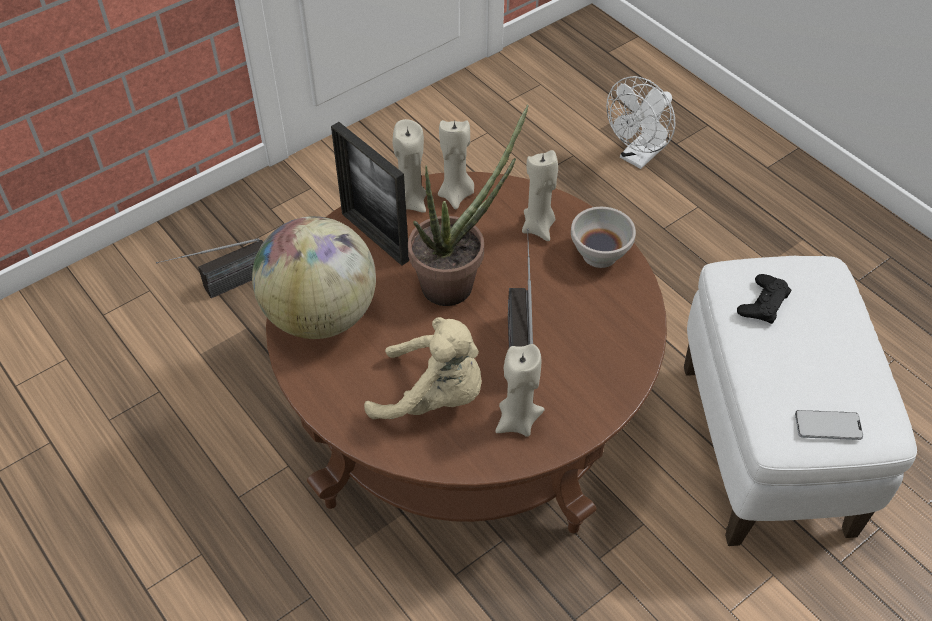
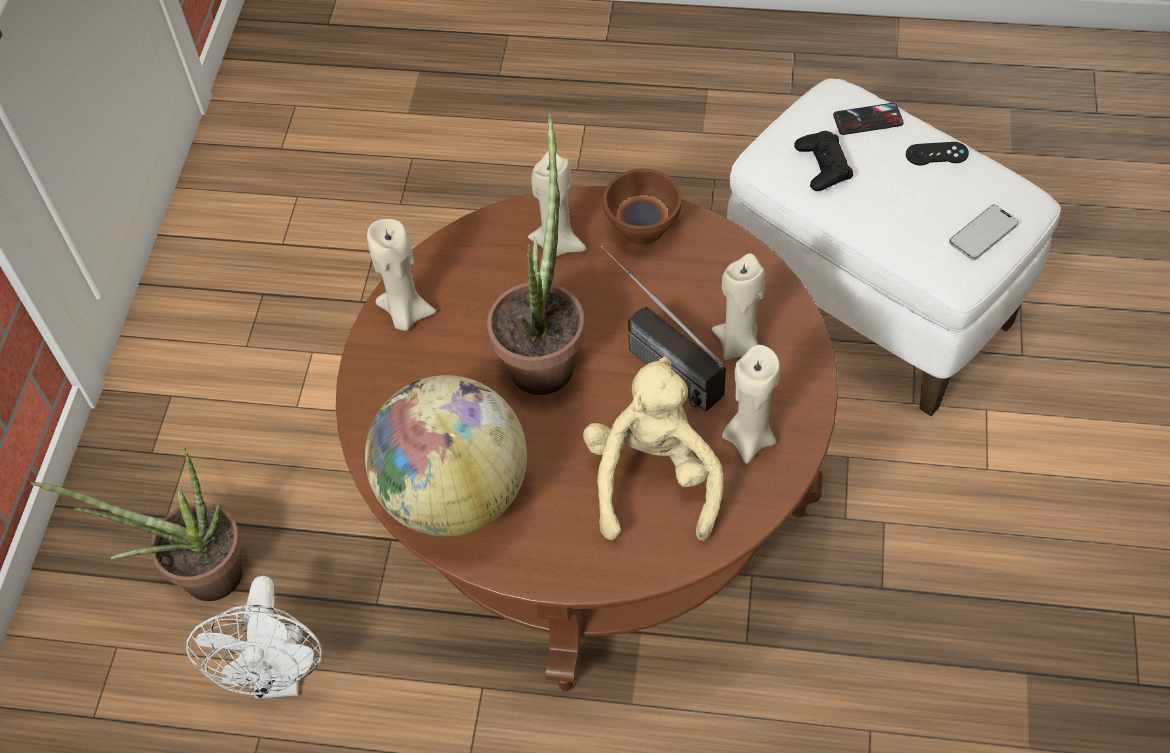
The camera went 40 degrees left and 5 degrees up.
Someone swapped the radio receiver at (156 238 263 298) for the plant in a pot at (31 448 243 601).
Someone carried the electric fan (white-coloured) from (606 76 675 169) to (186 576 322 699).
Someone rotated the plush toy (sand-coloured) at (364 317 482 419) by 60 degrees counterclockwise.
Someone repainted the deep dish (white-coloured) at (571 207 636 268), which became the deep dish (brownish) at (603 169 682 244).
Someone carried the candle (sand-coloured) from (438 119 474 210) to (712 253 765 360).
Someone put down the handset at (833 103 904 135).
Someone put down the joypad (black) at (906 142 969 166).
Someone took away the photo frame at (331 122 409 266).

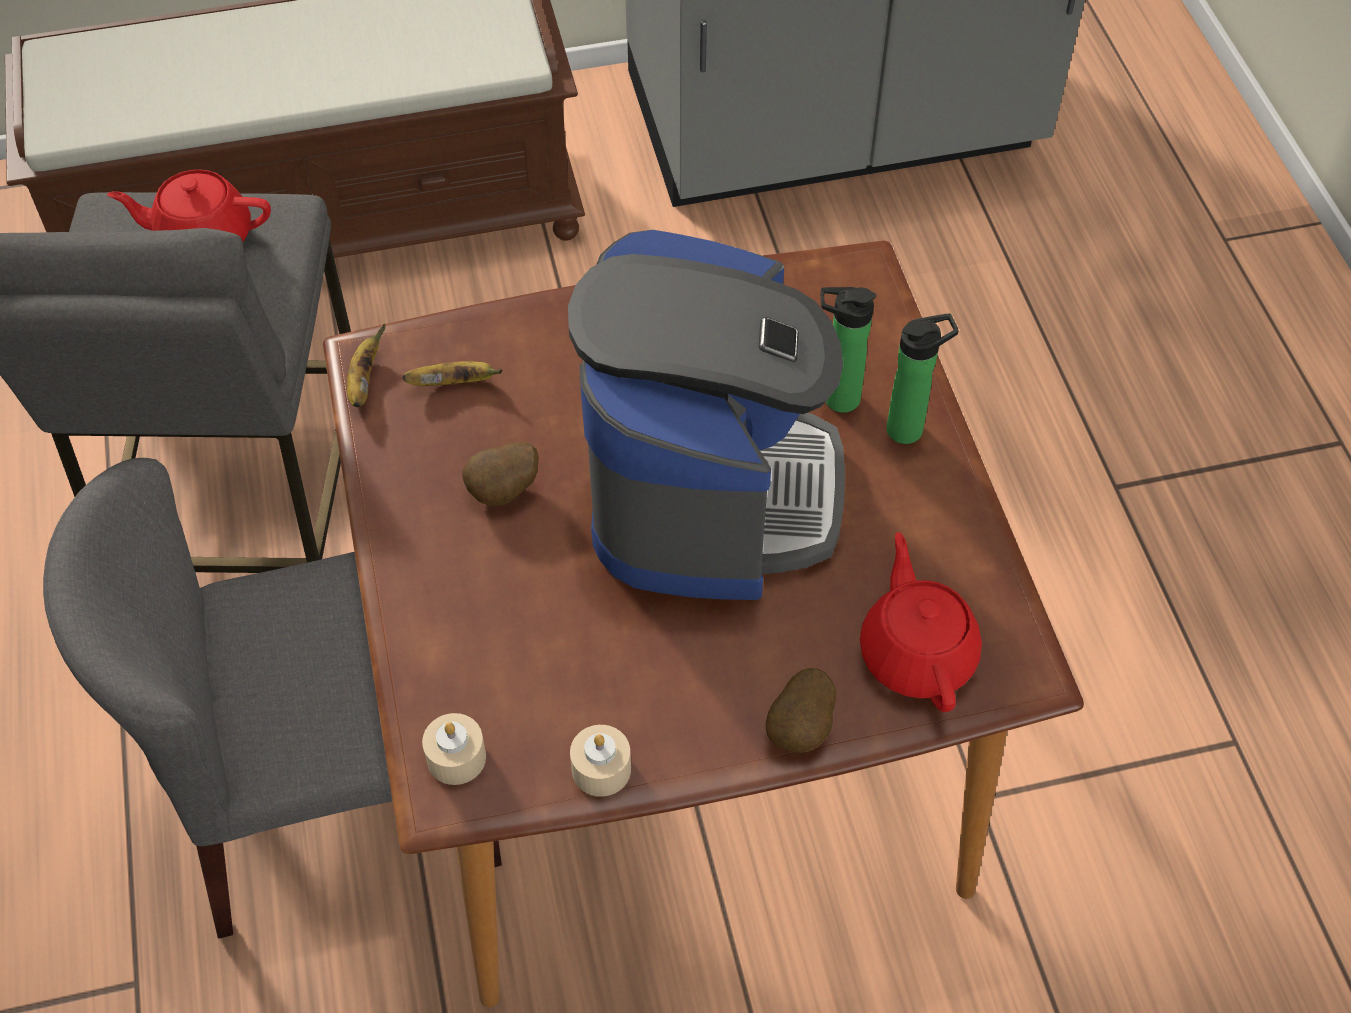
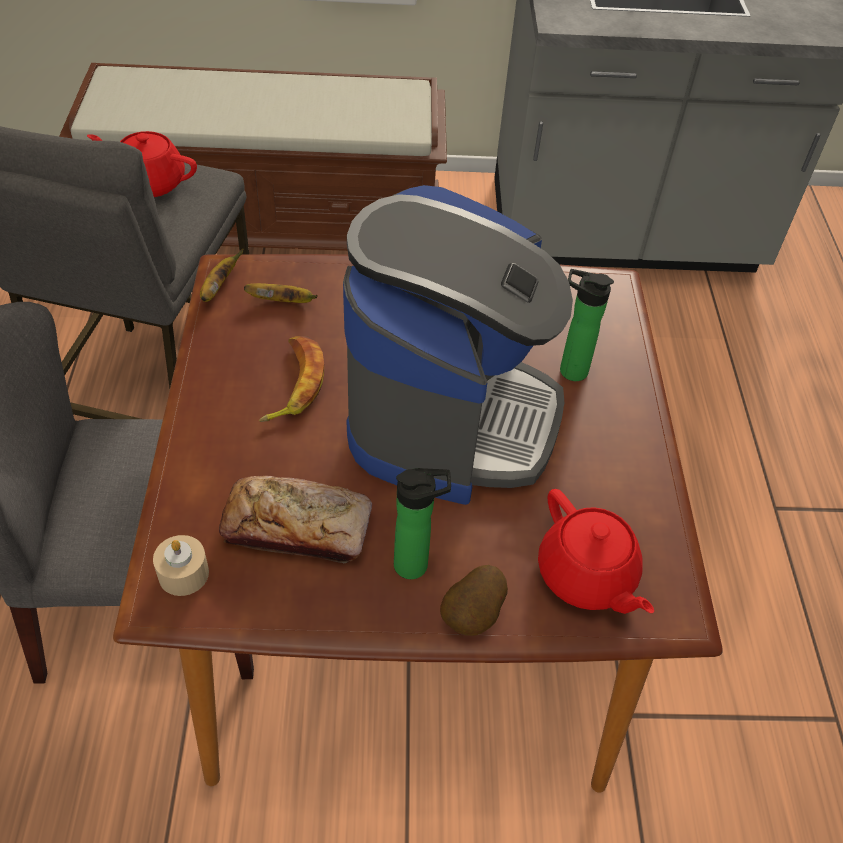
The camera went 10 degrees right and 5 degrees down.
Someone put down the baked bread at (219 476 372 564).
Someone swapped the spud at (462 443 538 506) for the whole banana at (259 336 324 422).
Someone carried the bottle from (886 313 959 444) to (394 468 451 579).
Someone rotated the teapot (red-coloured) at (860 532 982 712) by 150 degrees clockwise.
Someone took away the candle (sand-coloured) at (570 725 631 797).

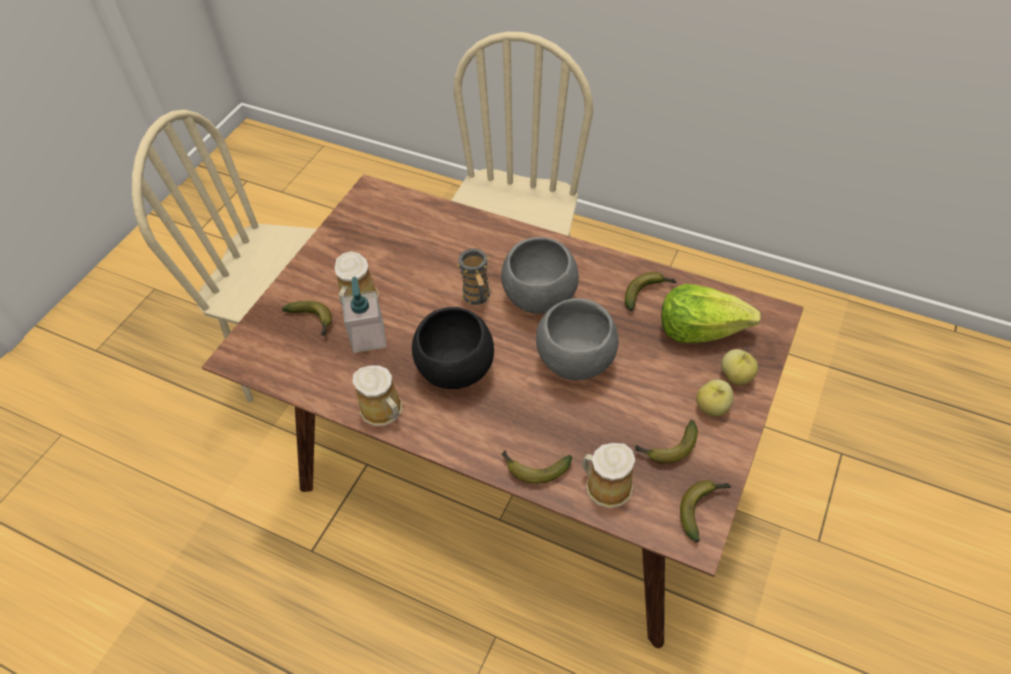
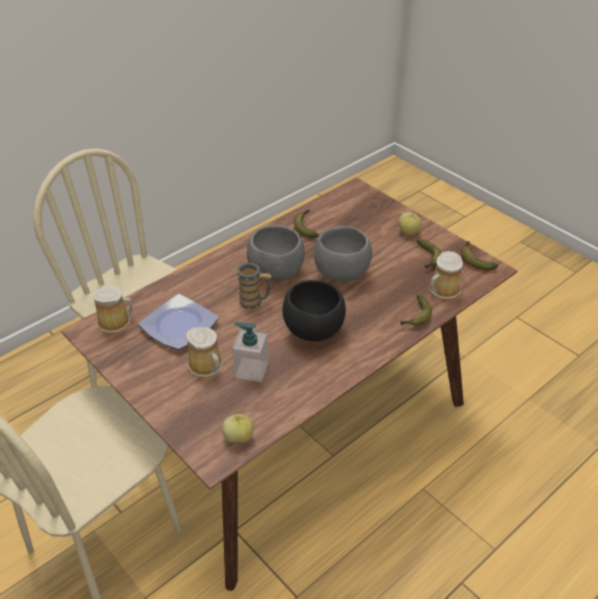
The camera went 70 degrees left and 10 degrees down.
Someone carried the tea mug from (352 365 402 426) to (93 286 133 333).
Someone put down the plate at (138 294 219 350).
Someone carried the apple from (721 349 758 386) to (222 414 254 444).
Someone took away the whole banana at (282 301 332 336).
Someone took away the head of lettuce at (661 284 761 343).

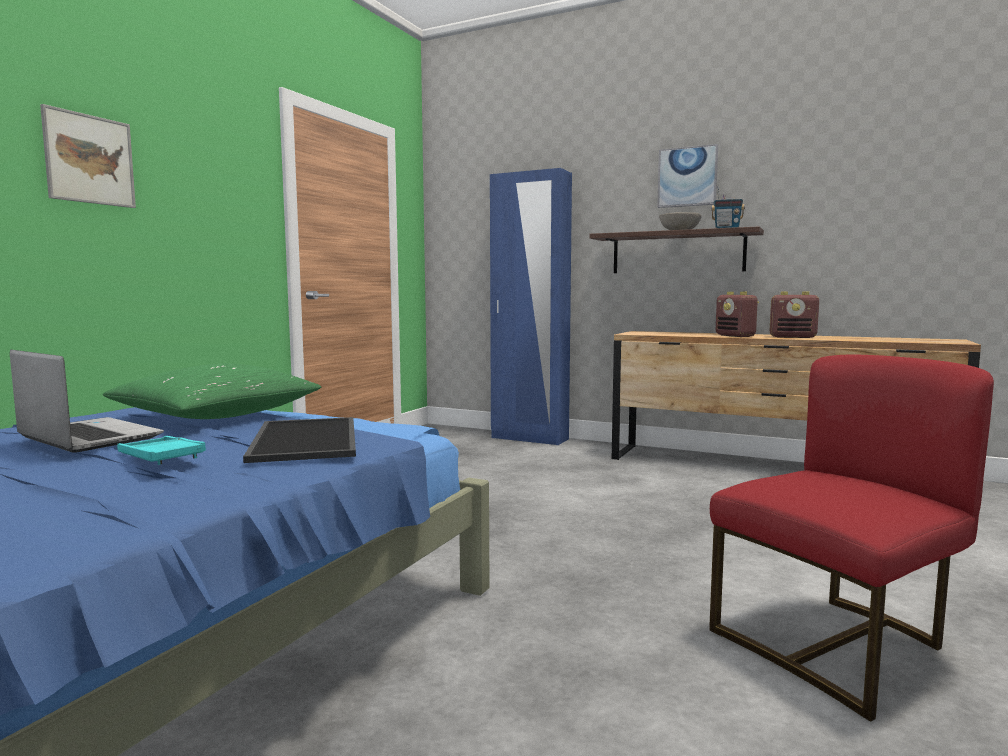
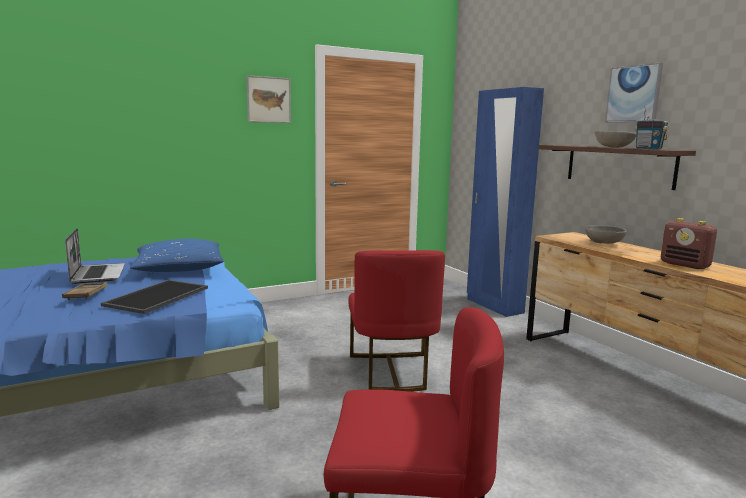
The camera went 35 degrees right and 5 degrees up.
Someone repainted the carrying tray (blue-green) at (117 436 206 465), which became the carrying tray (brownish) at (62 282 108 300).
Someone repainted the throw pillow (green-coloured) at (103 363 321 419), which became the throw pillow (bluish) at (130 239 224 272).
Someone carried the picture from (40 104 136 208) to (247 75 291 123).
Someone put down the plain chair (red-coloured) at (348 250 445 392).
Someone put down the deep dish (grey) at (585 225 627 244).
Someone took away the radio receiver at (716 292 759 337).

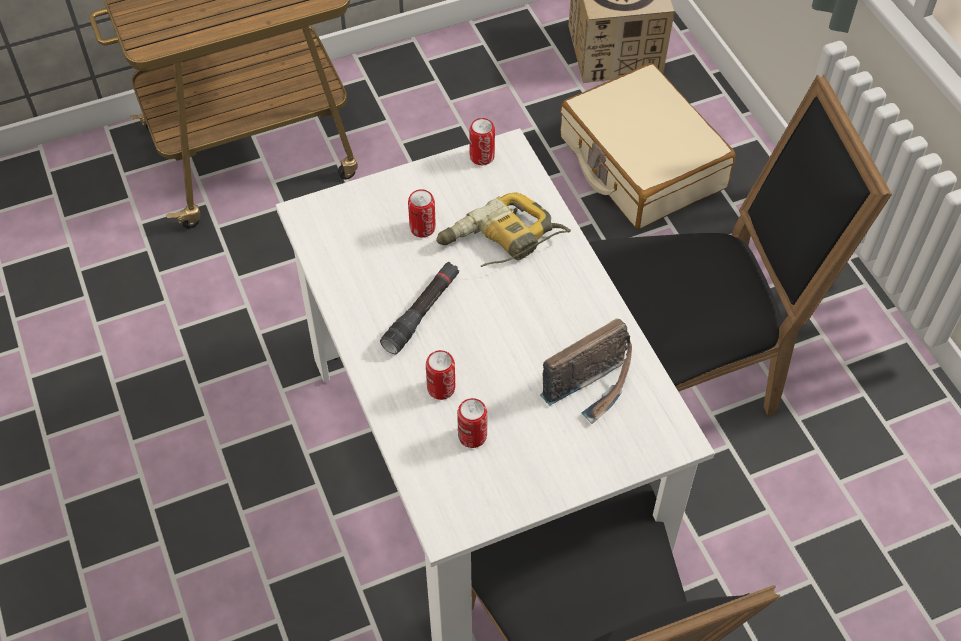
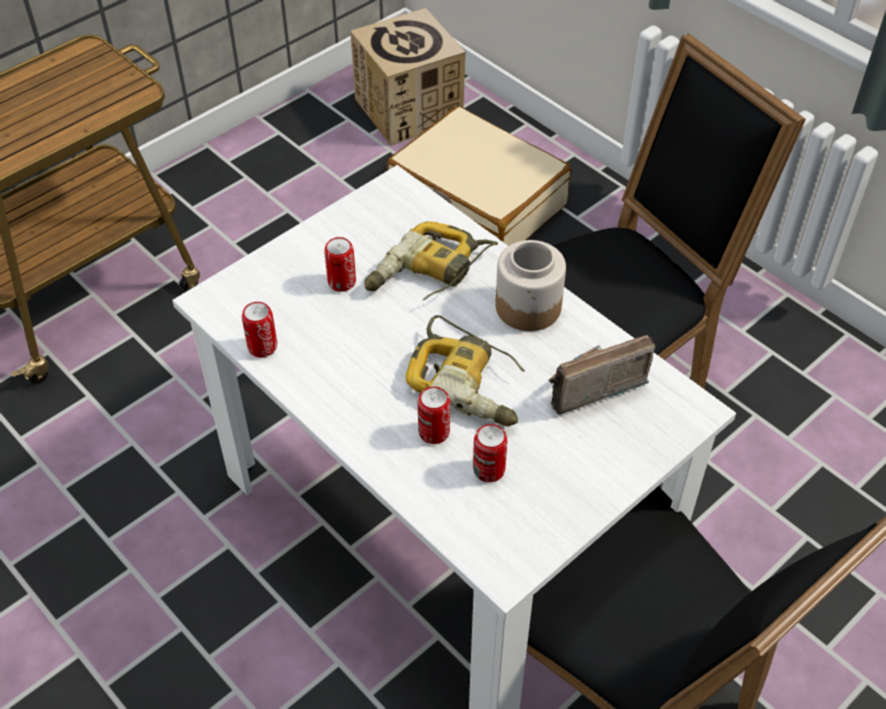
The camera went 20 degrees left and 5 degrees down.
Someone carried the metal can from (469 118 495 165) to (242 302 277 357).
Someone put down the power drill at (406 315 525 426).
Someone put down the jar at (495 240 566 331).
Someone rotated the radio receiver at (540 318 632 424) by 150 degrees counterclockwise.
Someone took away the hand torch (black) at (380 262 459 354).

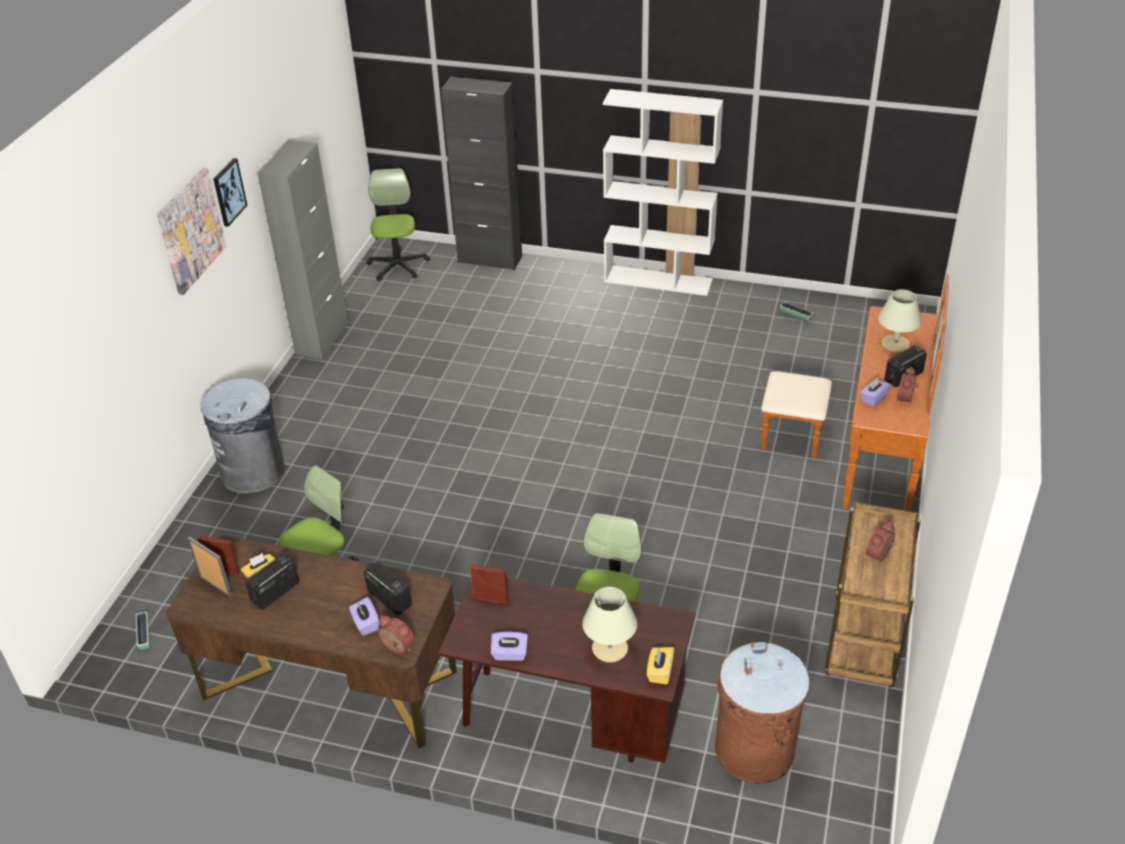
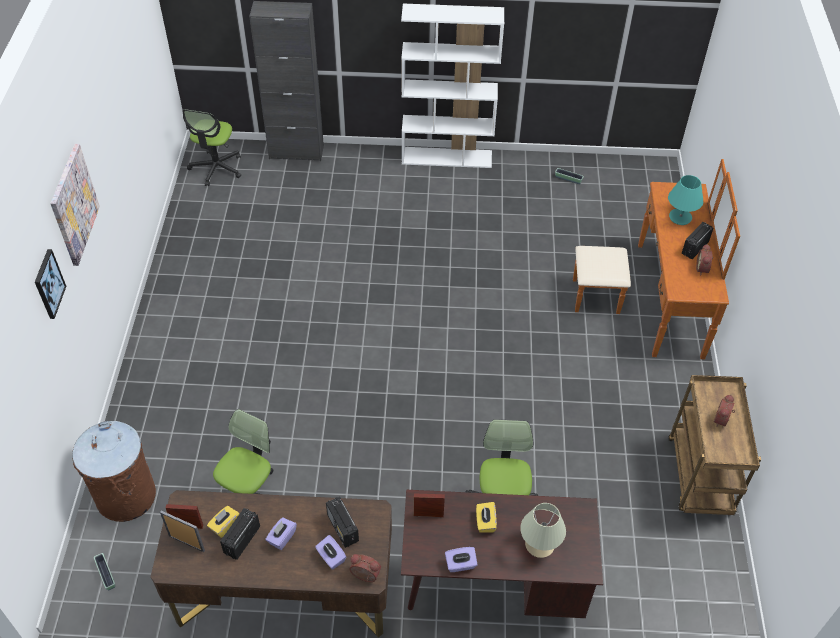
The camera went 15 degrees left and 10 degrees up.
Someone carried the picture from (213 158 247 227) to (35 249 66 319).
Someone carried the trash can (brownish) from (715 642 810 784) to (72 421 156 522).
Someone rotated the desk chair at (366 168 430 281) by 150 degrees counterclockwise.
Someone carried the box of tissues (purple) from (860 377 891 407) to (265 517 297 550).
Someone rotated the radio receiver at (364 561 412 615) by 150 degrees counterclockwise.
Someone carried the box of tissues (yellow-coloured) from (647 647 674 685) to (476 502 497 533).
Someone repainted the table lamp (sand-coloured) at (878 290 922 352), which became the table lamp (blue-green) at (668 175 703 225).
Someone took away the trash can (grey) at (200 378 285 494).
Someone took away the storage cabinet (grey) at (257 140 348 359).

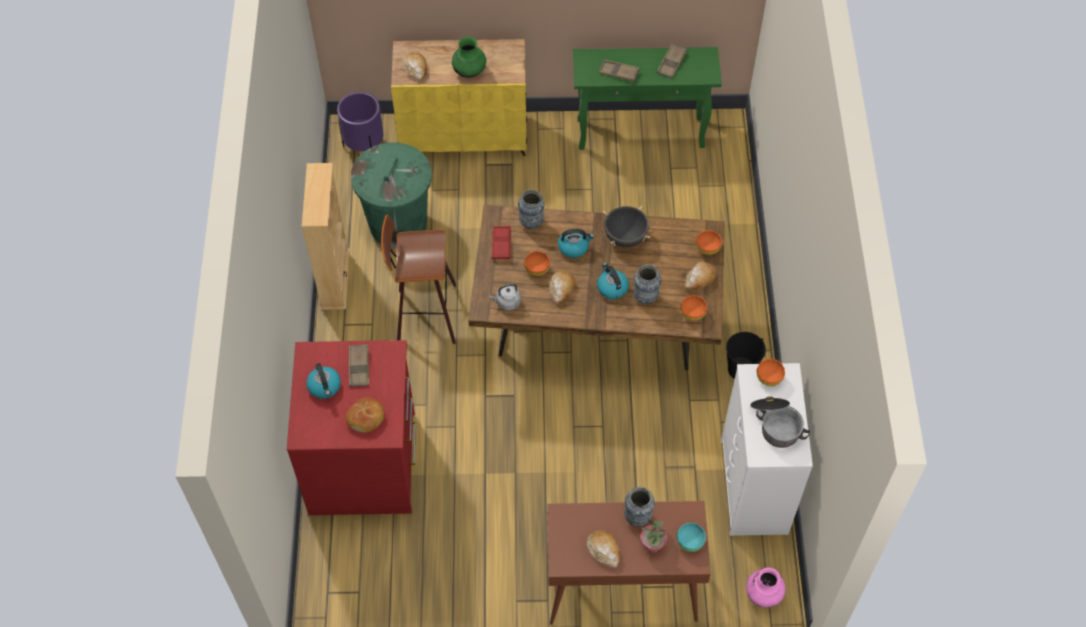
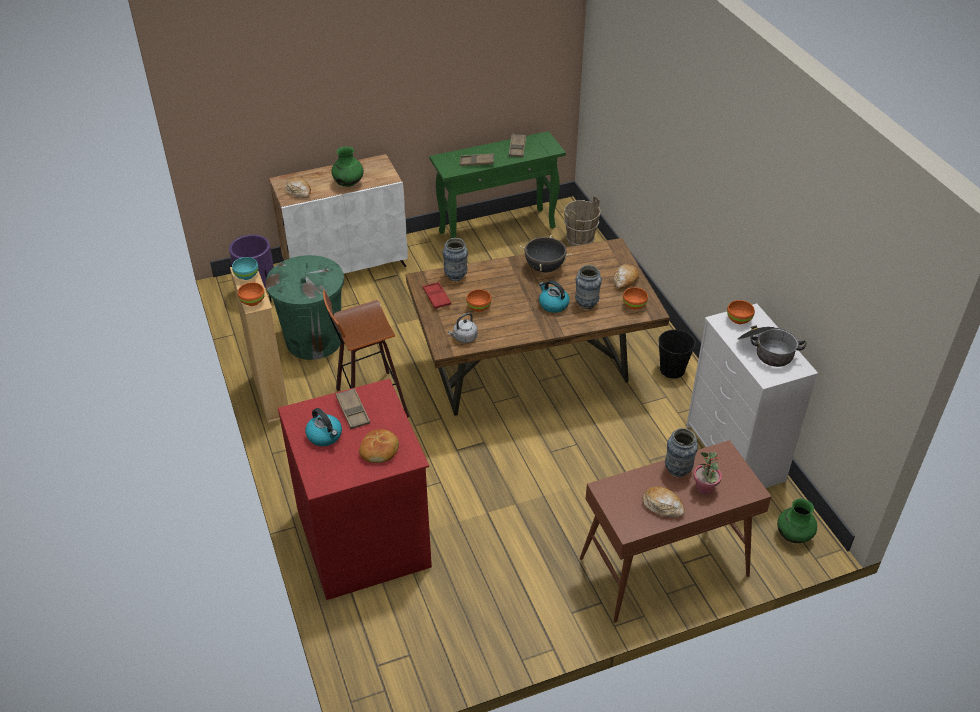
The camera went 20 degrees left and 15 degrees down.
Someone carried the deep dish (blue-green) from (677 523 706 552) to (232 257 258 280).
Someone carried the deep dish (orangey) from (696 230 722 255) to (238 282 265 306).
Someone repainted the storage cabinet (yellow-coloured) at (391 39 527 156), which became the storage cabinet (white-coloured) at (269 154 408 274).
Someone put down the water bucket (brownish) at (564 196 601 246).
Someone repainted the vase (pink-coloured) at (746 567 785 608), which became the vase (green-coloured) at (777 499 817 543).
Someone took away the baked bread at (549 270 575 304).
Someone took away the kettle at (558 229 594 258).

